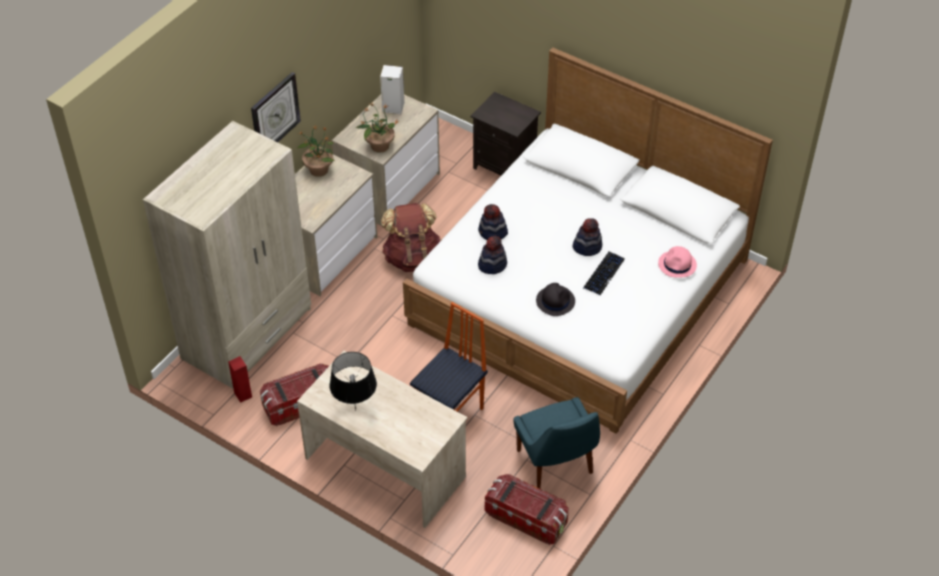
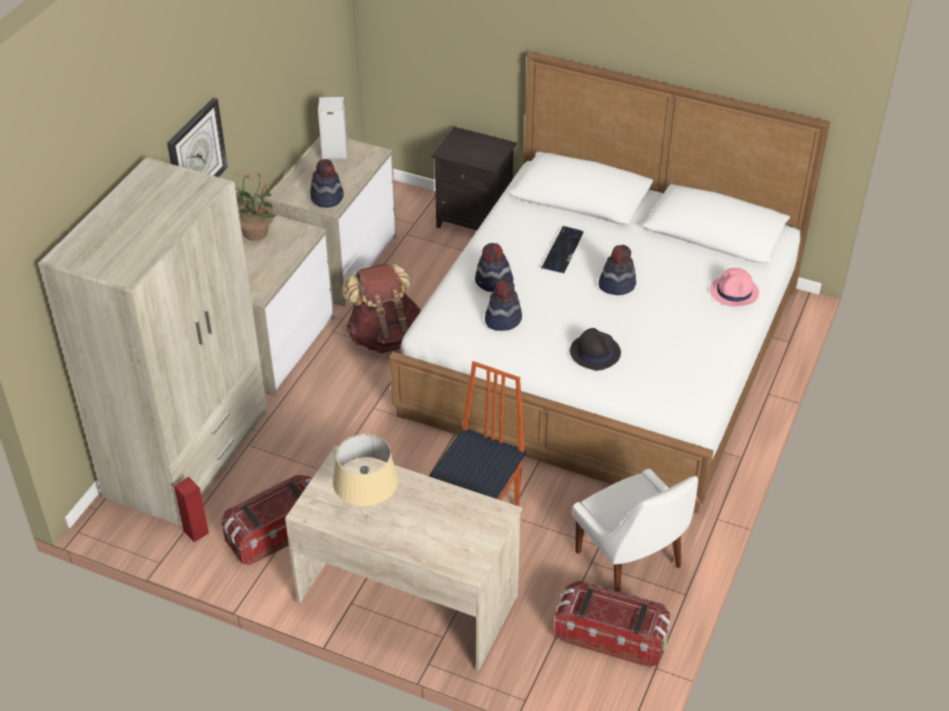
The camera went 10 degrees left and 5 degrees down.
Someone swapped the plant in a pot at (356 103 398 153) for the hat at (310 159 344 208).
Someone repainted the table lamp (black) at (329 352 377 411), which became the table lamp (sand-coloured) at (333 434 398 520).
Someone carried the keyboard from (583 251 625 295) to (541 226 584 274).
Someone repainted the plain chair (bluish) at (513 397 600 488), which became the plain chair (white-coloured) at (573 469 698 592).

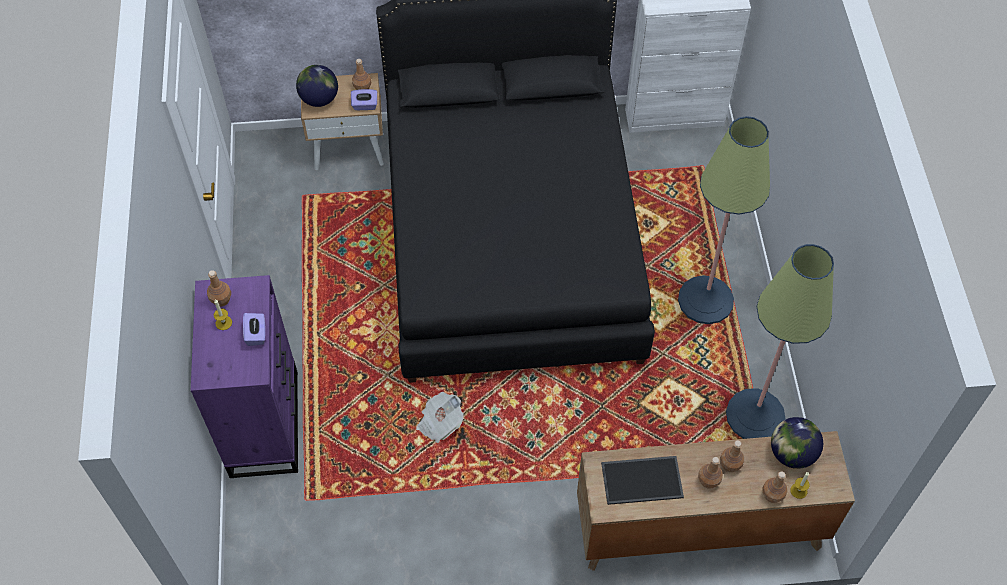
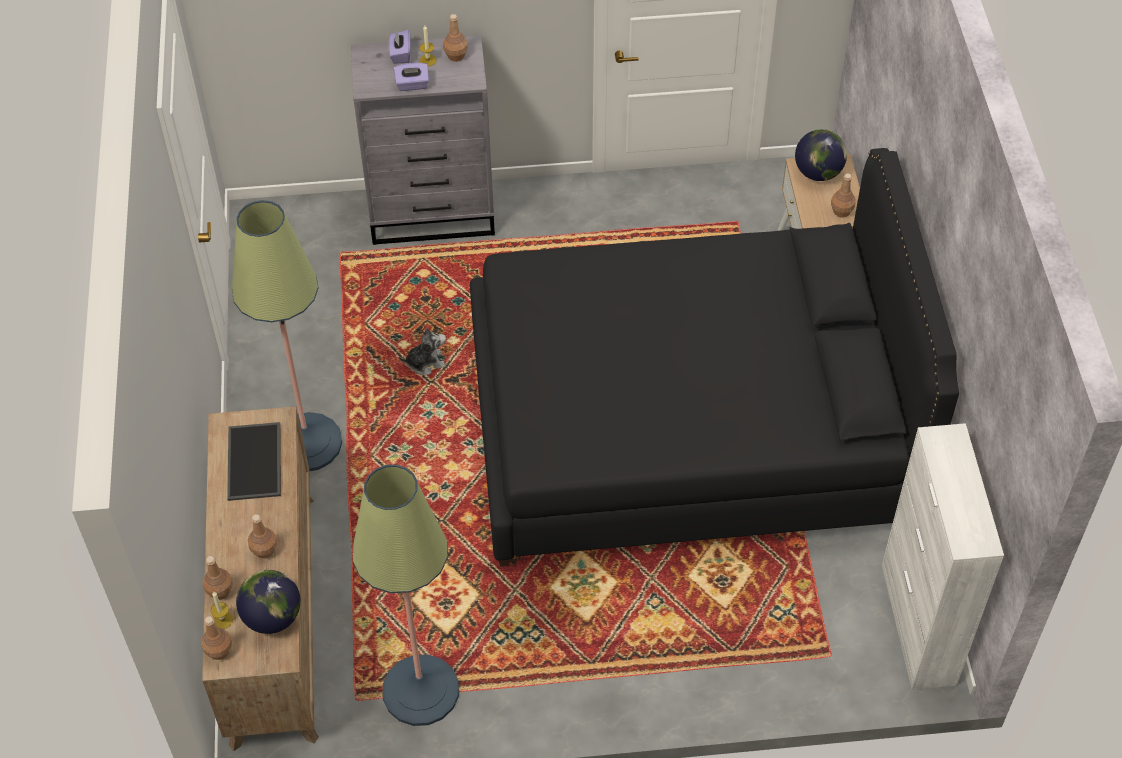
The camera went 90 degrees right and 5 degrees down.
Someone carried the bottle (brownish) from (698 457 723 489) to (201 616 232 660).
Someone carried the standing lamp from (678 116 770 324) to (232 200 342 471).
Someone repainted the chest of drawers (purple) at (191 275 298 478), which became the chest of drawers (grey) at (351 35 495 245).
Someone carried the box of tissues (purple) from (351 89 377 110) to (389 30 411 64).
Someone swapped the daily paper at (416 392 464 443) for the plush toy at (399 328 446 375).

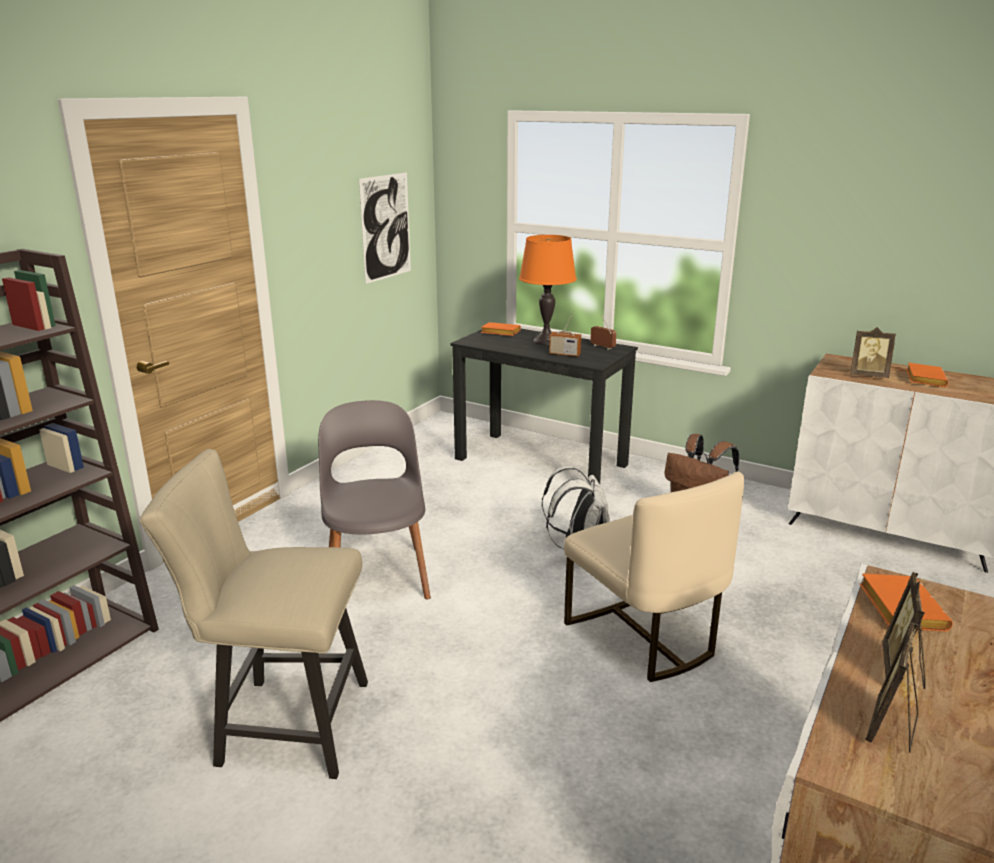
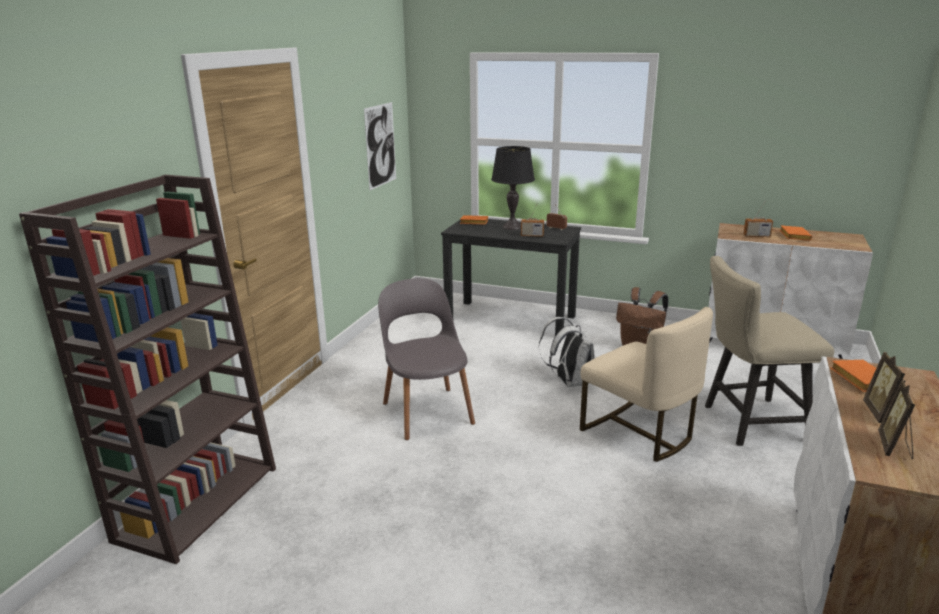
The camera went 10 degrees left and 0 degrees up.
Someone repainted the table lamp (orangey) at (519 235 577 345), which became the table lamp (black) at (491 146 535 230).
Someone carried the plain chair (sand-coloured) from (140 449 368 779) to (705 256 834 446).
Someone swapped the photo frame at (850 327 896 378) for the radio receiver at (743 200 773 238).

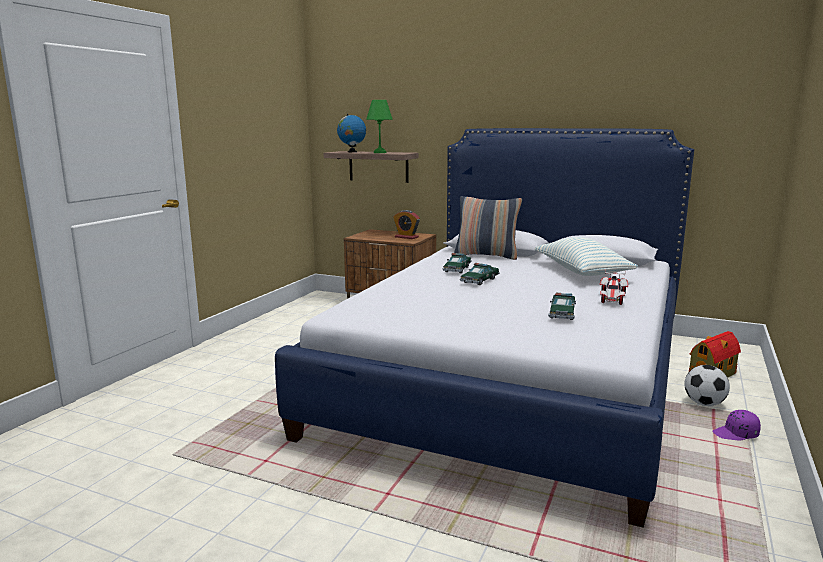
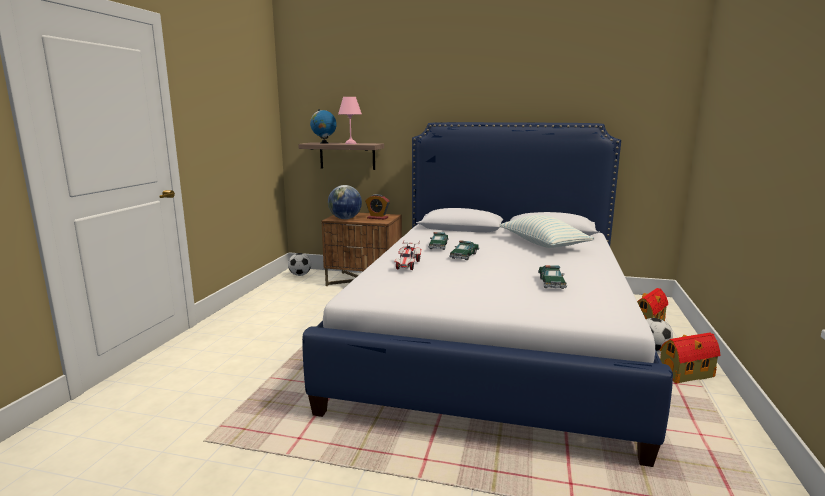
The camera went 10 degrees left and 0 degrees up.
Someone put down the ball for football at (288 253 311 276).
Someone put down the world globe at (328 185 362 219).
Someone repainted the table lamp (green-coloured) at (366 100 393 153), which became the table lamp (pink-coloured) at (338 97 362 144).
Someone carried the model car from (600 269 628 305) to (394 241 421 270).
Someone swapped the baseball cap (purple) at (712 410 761 441) for the toy house at (659 332 720 384).
Someone took away the throw pillow at (454 196 522 260).

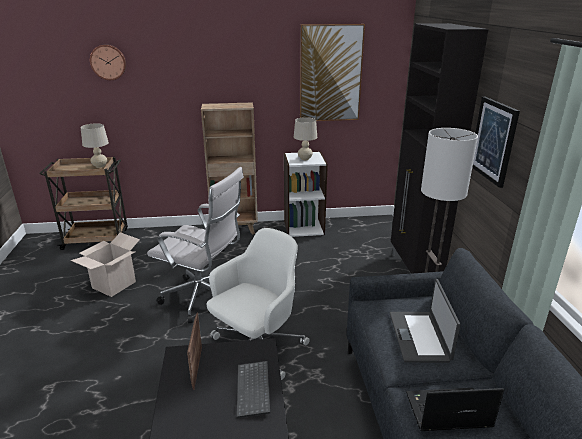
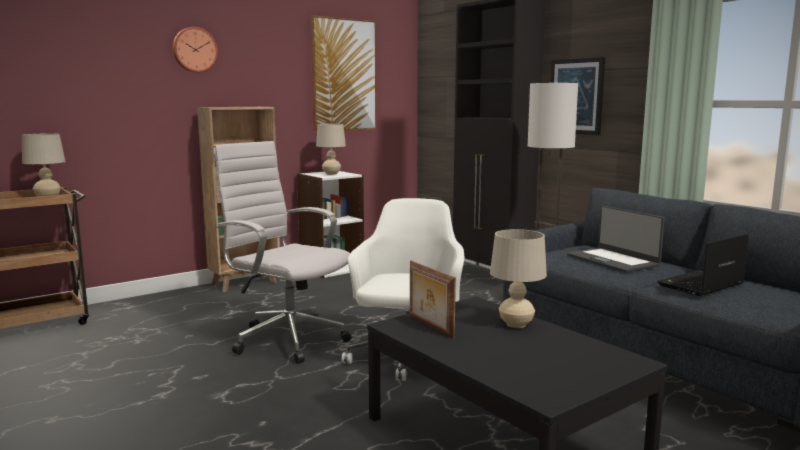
The camera went 30 degrees left and 15 degrees down.
Someone carried the wall clock from (90 44 126 80) to (173 27 218 72).
Someone rotated the desk chair (white-coloured) at (147 167 244 324) by 135 degrees counterclockwise.
Someone swapped the keyboard at (237 361 270 418) for the table lamp (sand-coloured) at (490 229 547 328).
Someone took away the packing box at (71 232 140 297).

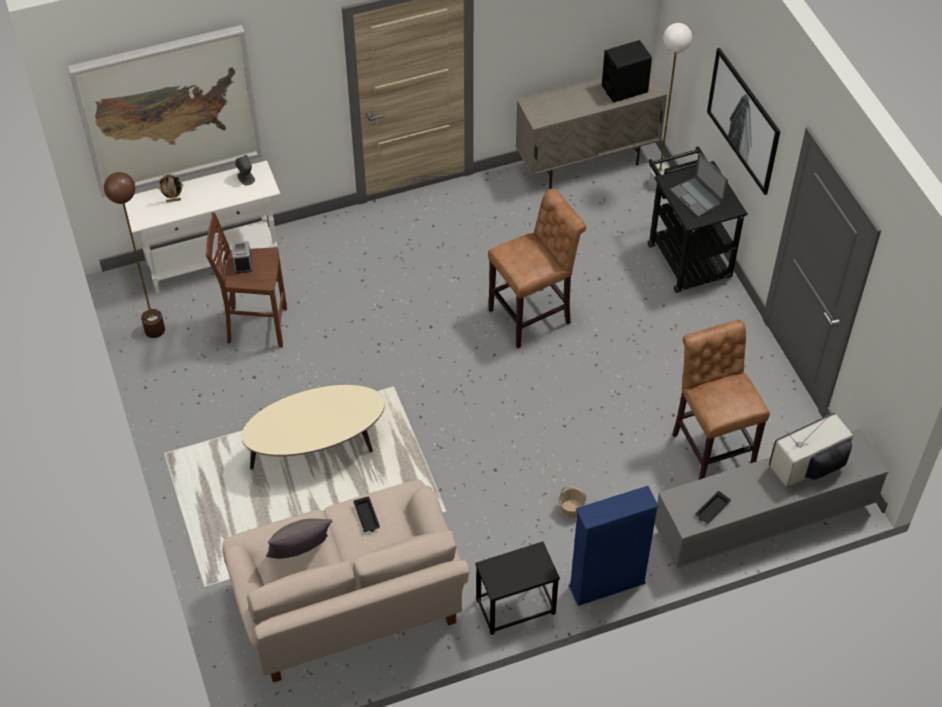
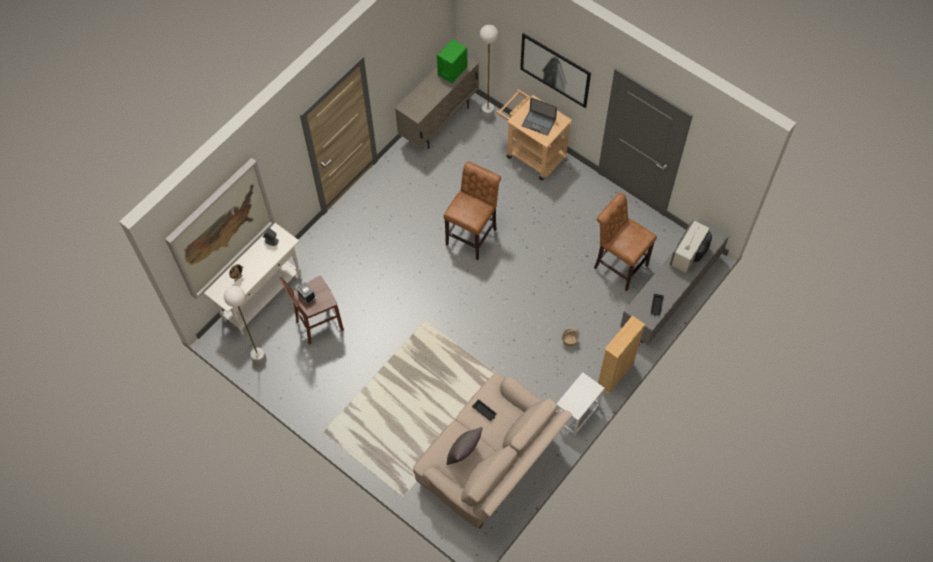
The camera went 30 degrees left and 10 degrees up.
Someone repainted the standing lamp (brownish) at (104 172 165 338), which became the standing lamp (white-coloured) at (224 286 267 366).
Someone repainted the loudspeaker (black) at (602 40 652 103), which became the loudspeaker (green-coloured) at (437 39 467 83).
Someone repainted the trolley (black) at (648 146 748 293), which became the trolley (sand-coloured) at (496 89 572 180).
Someone repainted the side table (black) at (475 541 560 635), which became the side table (white-coloured) at (556 372 605 436).
Someone repainted the shelving unit (bluish) at (568 486 659 606), which became the shelving unit (sand-coloured) at (598 315 645 394).
Someone took away the lounge table (sand-coloured) at (242 385 385 470).

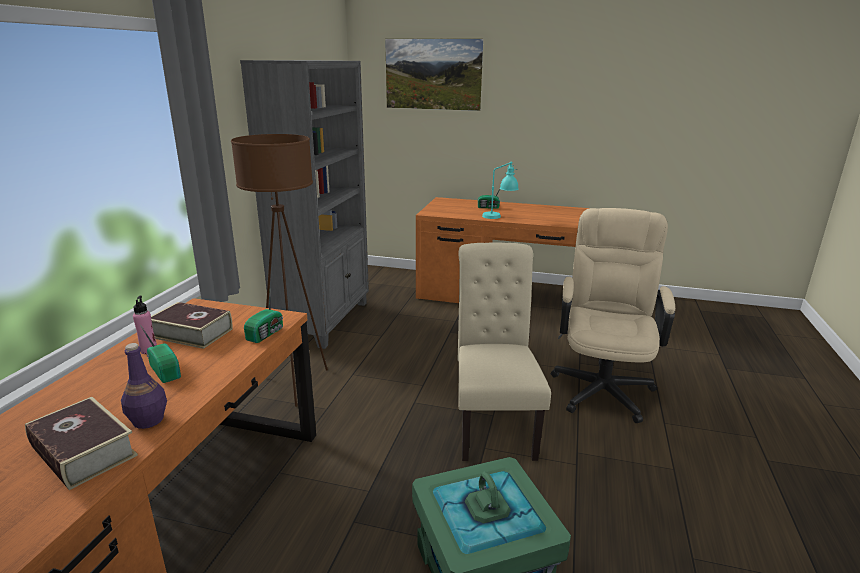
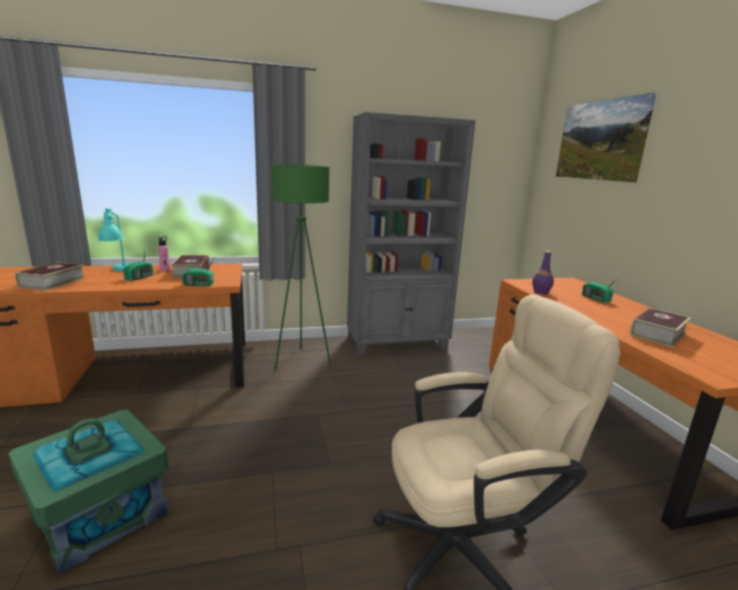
The camera went 60 degrees right and 5 degrees down.
Someone carried the table lamp (blue-green) from (482 162 519 219) to (98 208 131 271).
Someone repainted the standing lamp (brownish) at (231 134 328 407), which became the standing lamp (green-coloured) at (272 164 331 370).
Someone carried the bottle (purple) from (121 343 167 429) to (532 250 554 294).
Someone put down the volume at (630 308 691 347).
Someone took away the plain chair (sand-coloured) at (458 242 551 461).

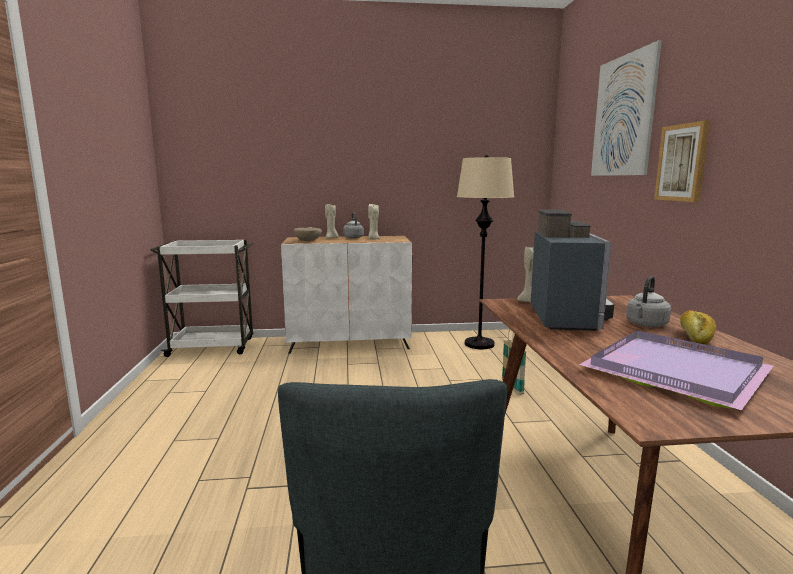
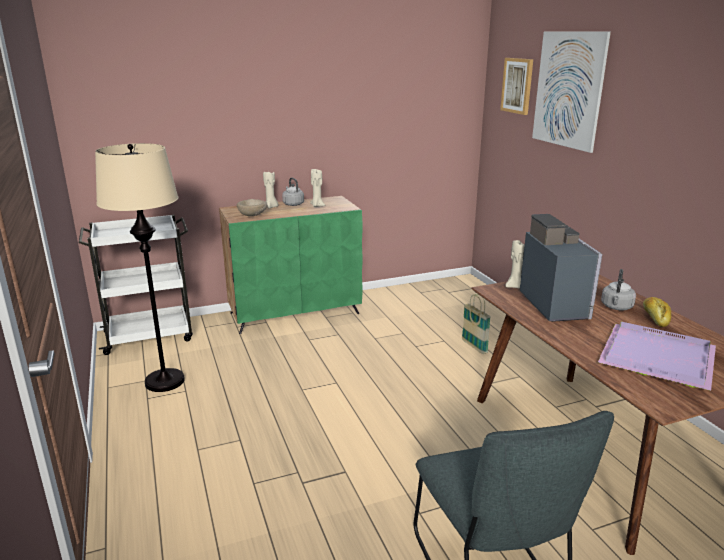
The camera went 15 degrees left and 10 degrees up.
Someone carried the standing lamp (sand-coloured) from (457 155 514 349) to (95 143 185 392).
Someone repainted the storage cabinet (white-coloured) at (281 236 412 354), which became the storage cabinet (green-coloured) at (219 196 362 334).
Someone carried the picture from (654 120 710 202) to (500 58 533 115).

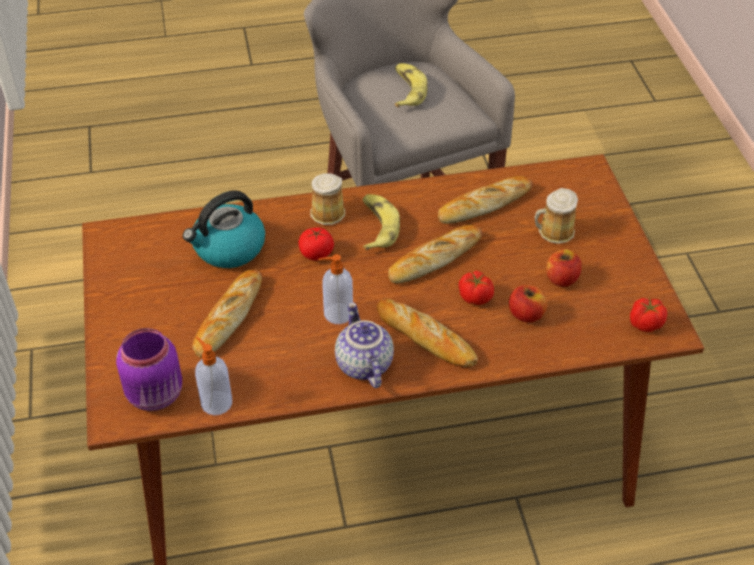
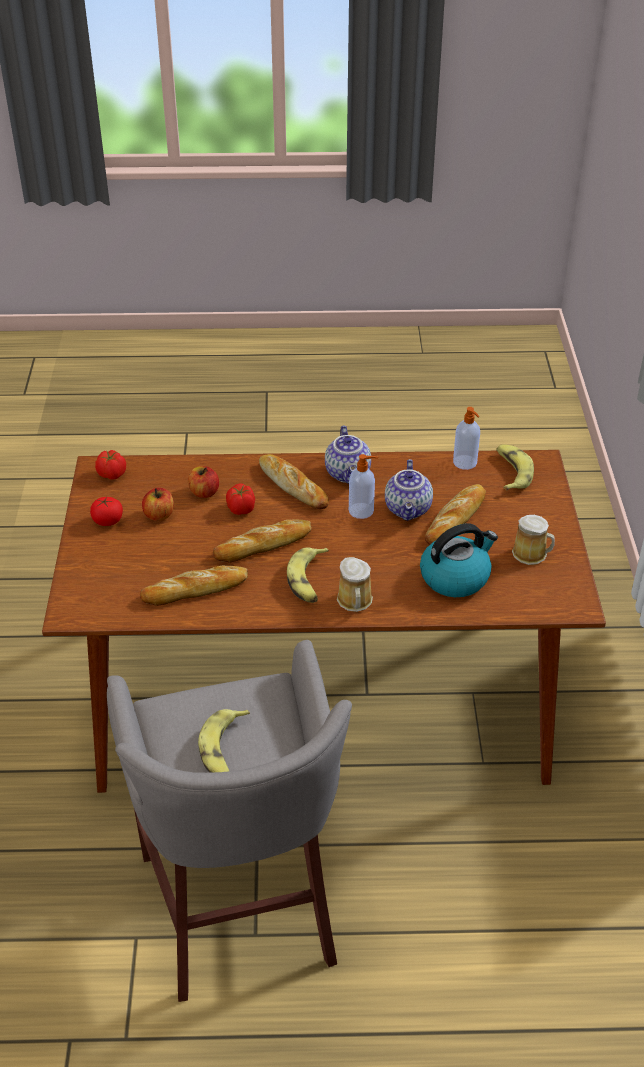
The camera went 170 degrees left and 5 degrees down.
Someone carried the tomato from (298 228 334 261) to (90 497 123 526).
Someone put down the teapot at (385 459 433 521).
Someone swapped the jar (purple) at (116 328 182 411) for the whole banana at (496 444 534 490).
Someone carried the tea mug from (535 188 578 244) to (512 515 555 565).

